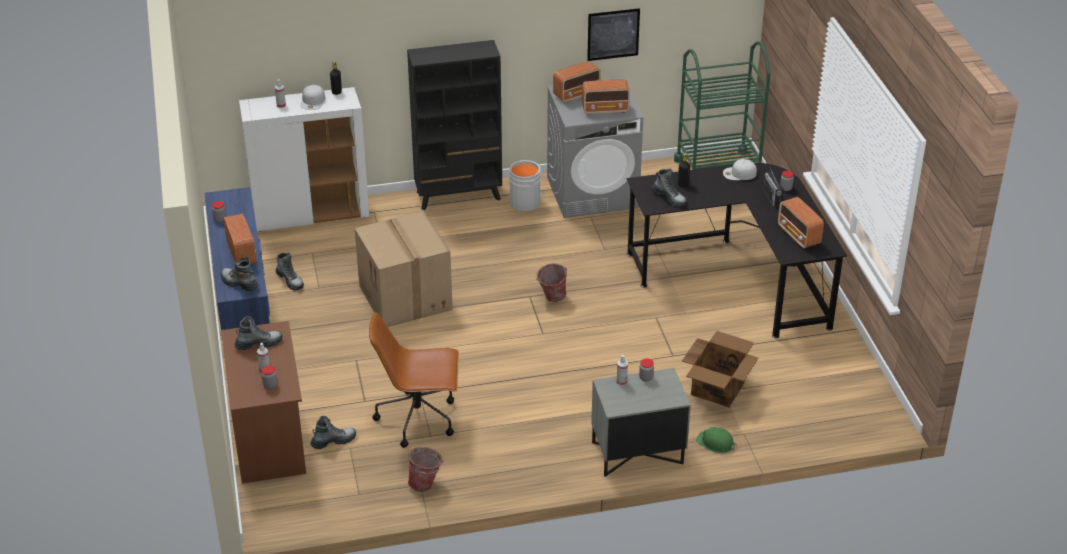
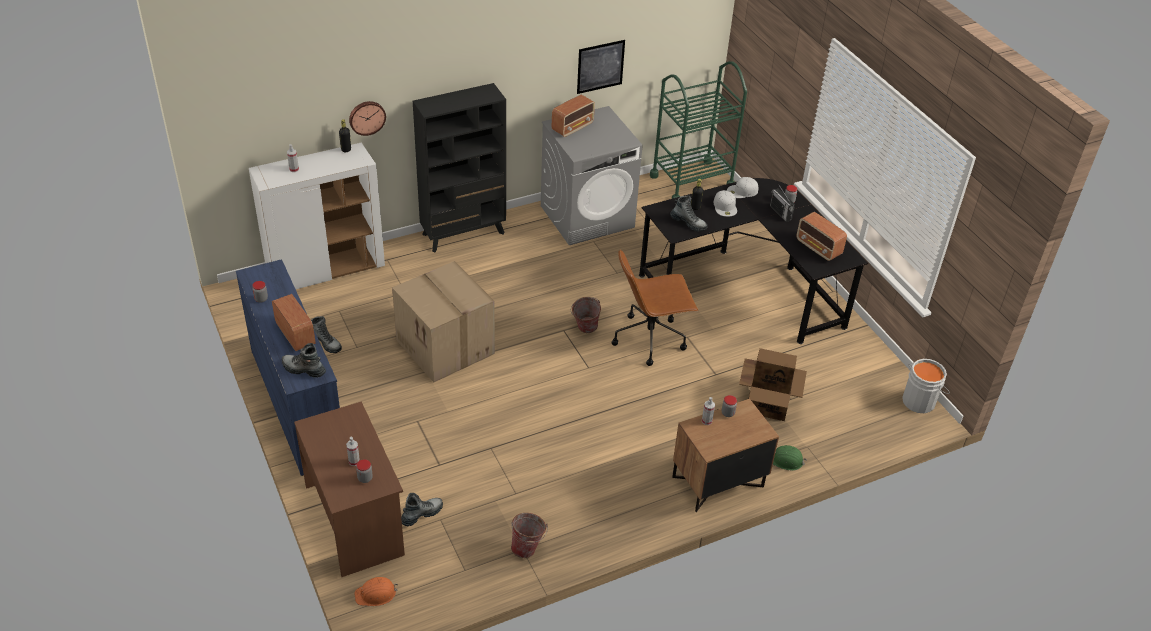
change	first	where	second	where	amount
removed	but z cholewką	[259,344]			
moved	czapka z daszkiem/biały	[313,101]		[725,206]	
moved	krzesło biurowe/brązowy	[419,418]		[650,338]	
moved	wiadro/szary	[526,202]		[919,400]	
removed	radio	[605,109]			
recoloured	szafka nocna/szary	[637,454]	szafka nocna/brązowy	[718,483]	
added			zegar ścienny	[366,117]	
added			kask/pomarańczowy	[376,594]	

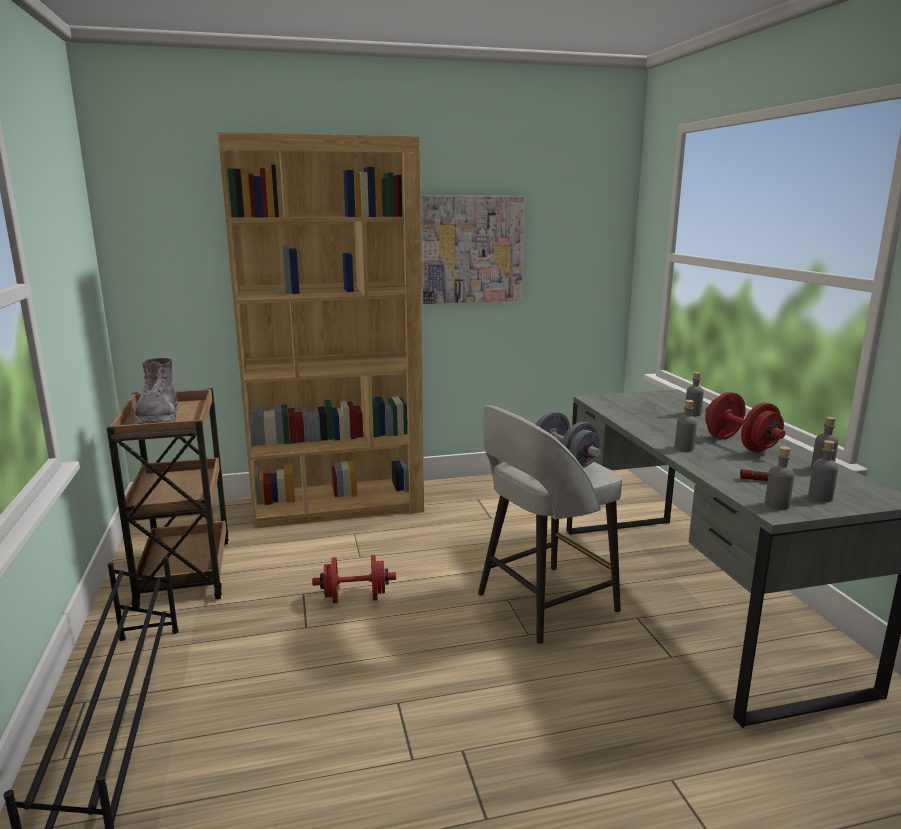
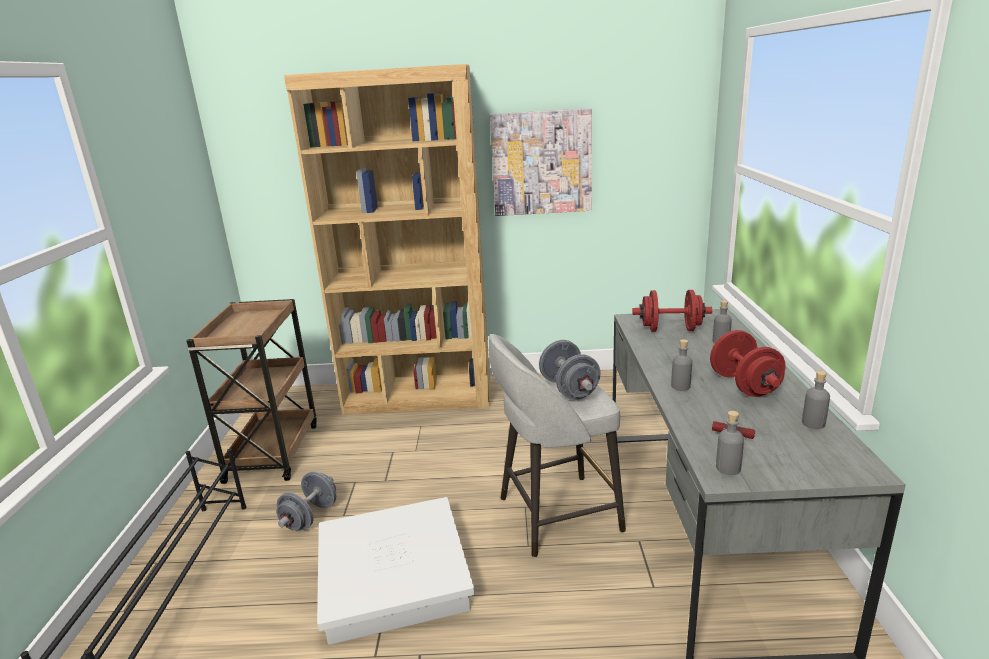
change	first	where	second	where	amount
removed	but z cholewką/szary	[159,418]			
moved	hantel/czerwony	[355,598]		[670,329]	
removed	butelka/szary	[820,497]			
added			hantel/szary	[310,517]	
added			pojemnik do przechowywania/biały	[393,576]	

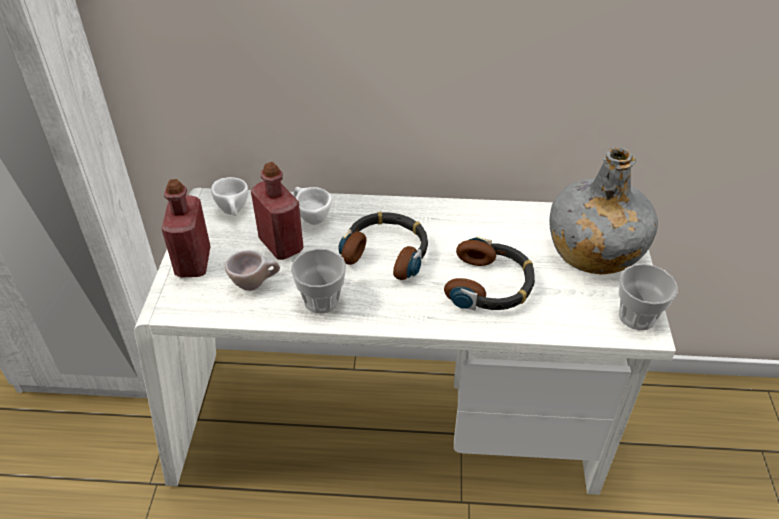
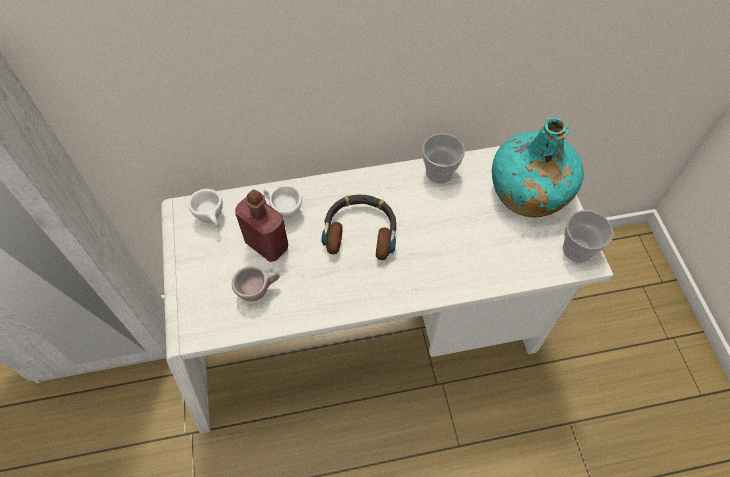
change	first	where	second	where	amount
removed	butelka/czerwony	[193,262]			
moved	filiżanka	[321,300]		[439,172]	
removed	słuchawki	[490,285]			
recoloured	butelka/szary	[593,250]	butelka/turkusowy	[528,191]	

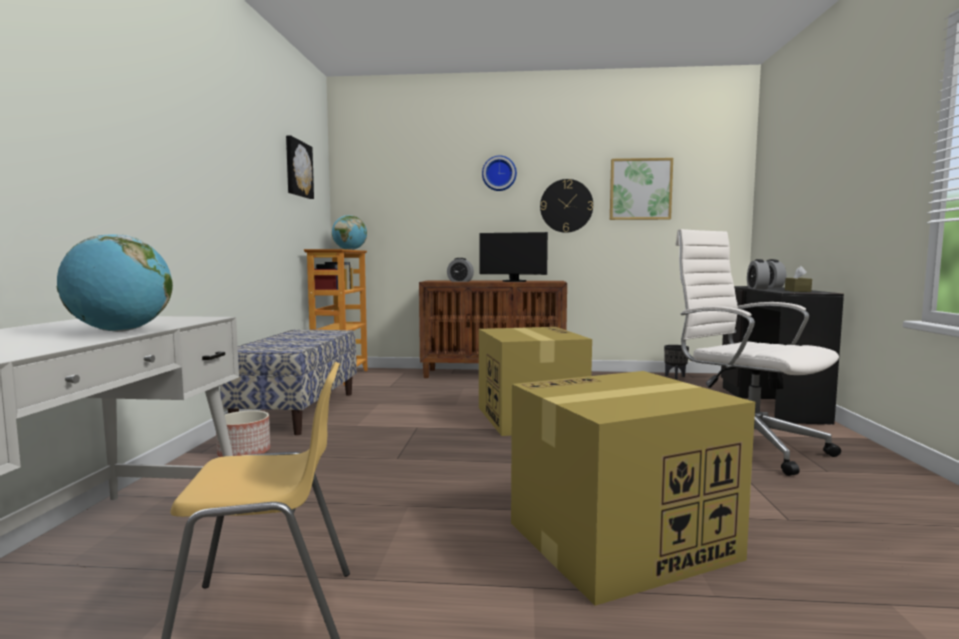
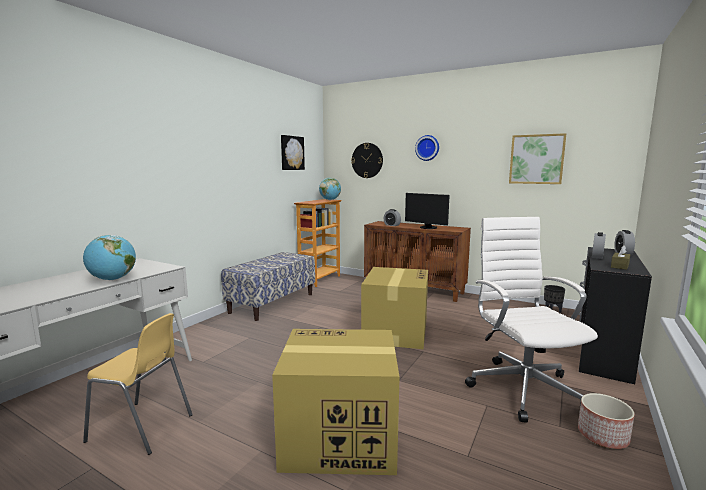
change	first	where	second	where	amount
moved	donica	[243,454]		[602,436]	
moved	zegar ścienny	[566,206]		[367,160]	

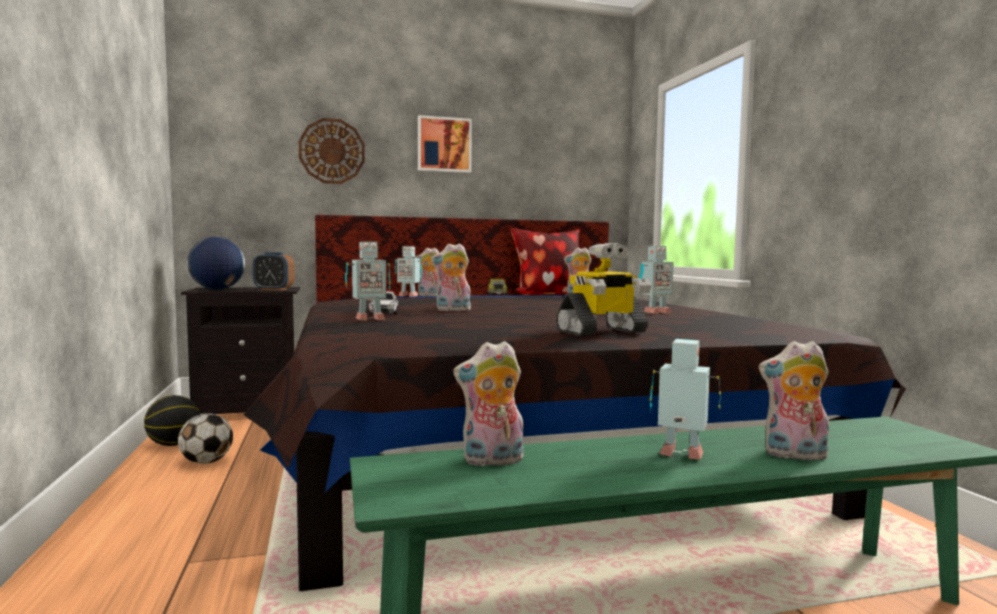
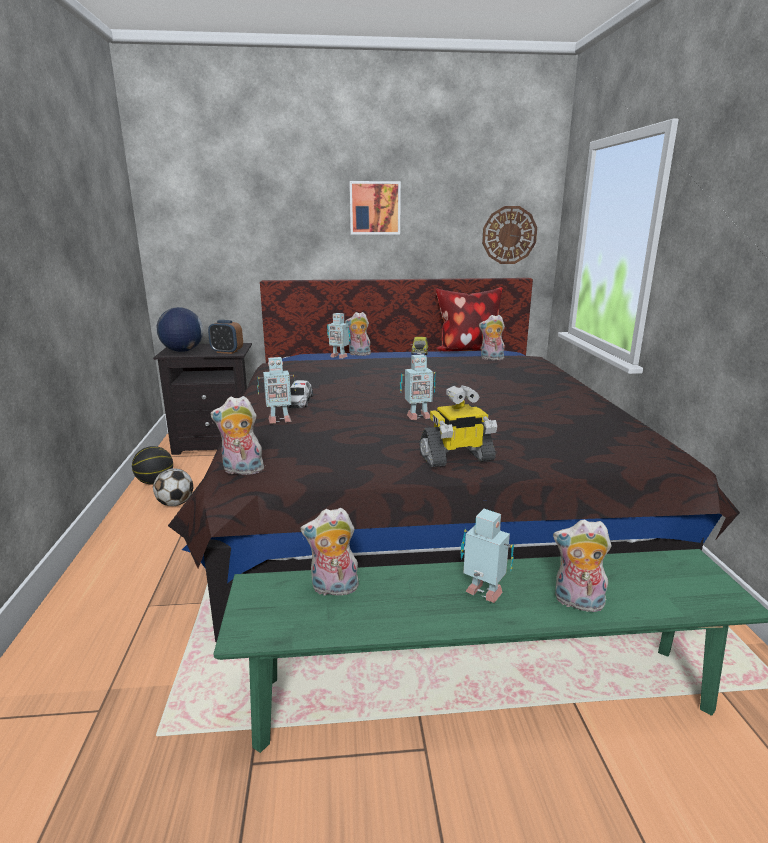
change	first	where	second	where	amount
moved	zegar ścienny	[332,151]		[509,235]	
moved	pluszak	[452,310]		[241,471]	
moved	robot zabawkowy	[655,313]		[417,416]	

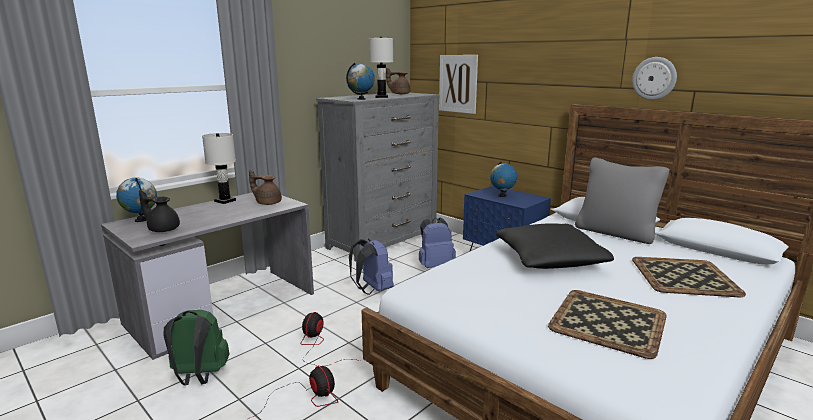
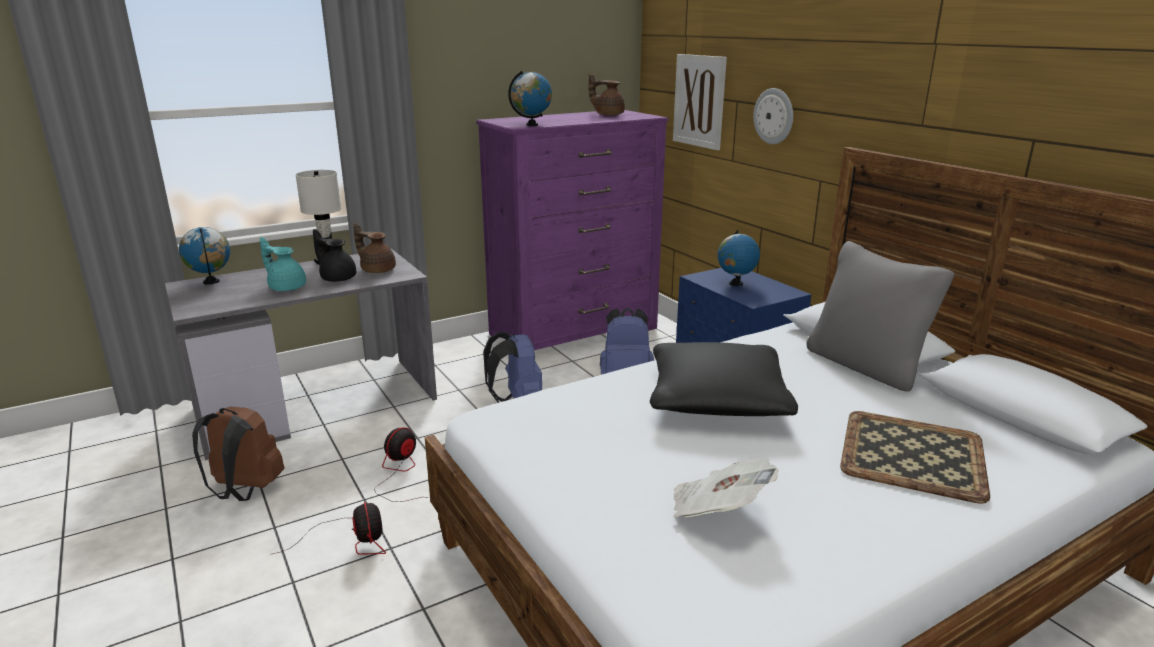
change	first	where	second	where	amount
moved	imbryk/czarny	[163,229]		[337,278]	
recoloured	plecak/zielony	[199,377]	plecak/brązowy	[244,491]	
recoloured	komoda/szary	[383,241]	komoda/fioletowy	[574,331]	
removed	lampa stołowa/biały	[381,97]			
replaced	taca	[606,322]	gazeta	[717,510]	
moved	zegar ścienny	[654,78]		[774,116]	
added			imbryk/turkusowy	[286,287]	

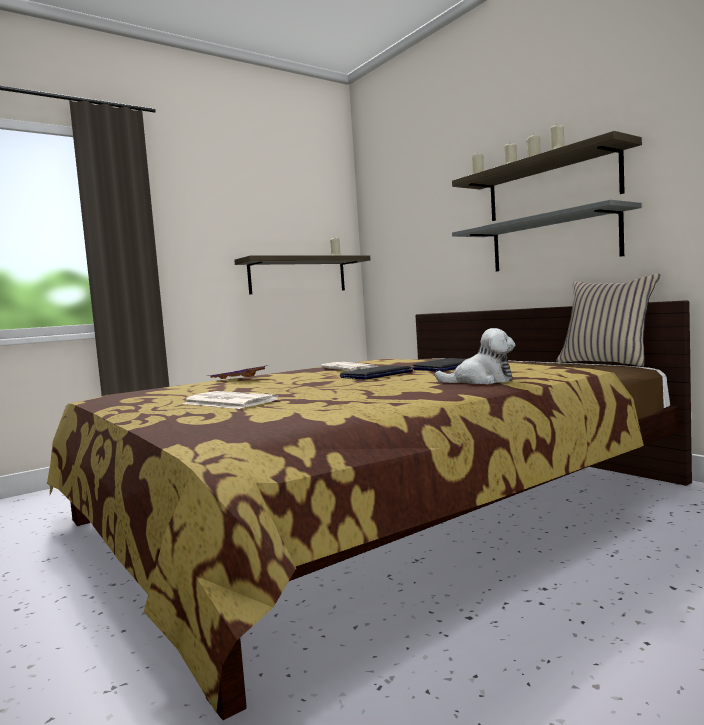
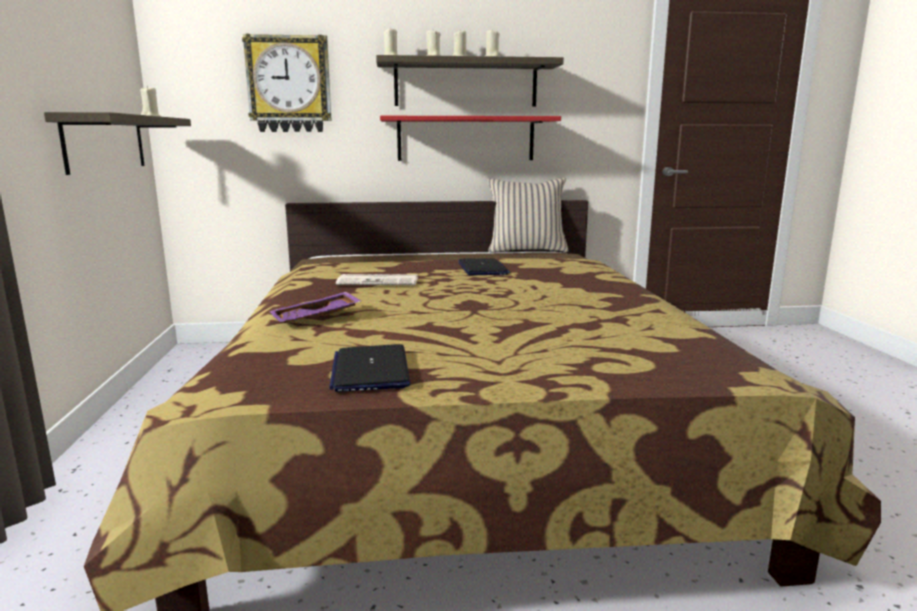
change	first	where	second	where	amount
removed	gazeta	[228,402]			
moved	laptop	[376,375]		[370,370]	
removed	pluszak	[481,381]			
recoloured	półka/szary	[553,242]	półka/czerwony	[466,139]	
added			zegar ścienny	[289,84]	

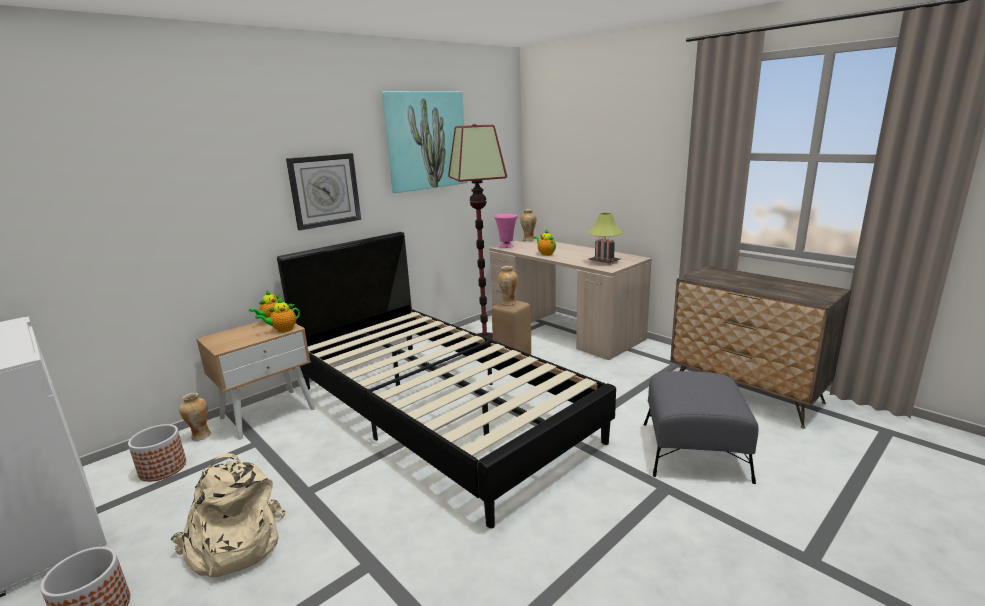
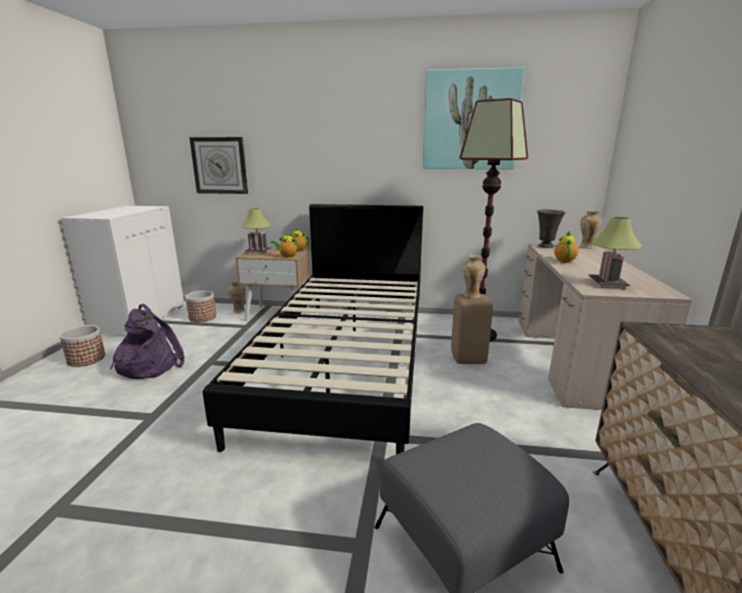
change	first	where	second	where	amount
recoloured	plecak/beżowy	[233,545]	plecak/fioletowy	[149,365]	
moved	zegar ścienny	[324,190]		[220,165]	
recoloured	wazon/różowy	[507,246]	wazon/szary	[546,246]	
added			lampa stołowa	[258,252]	

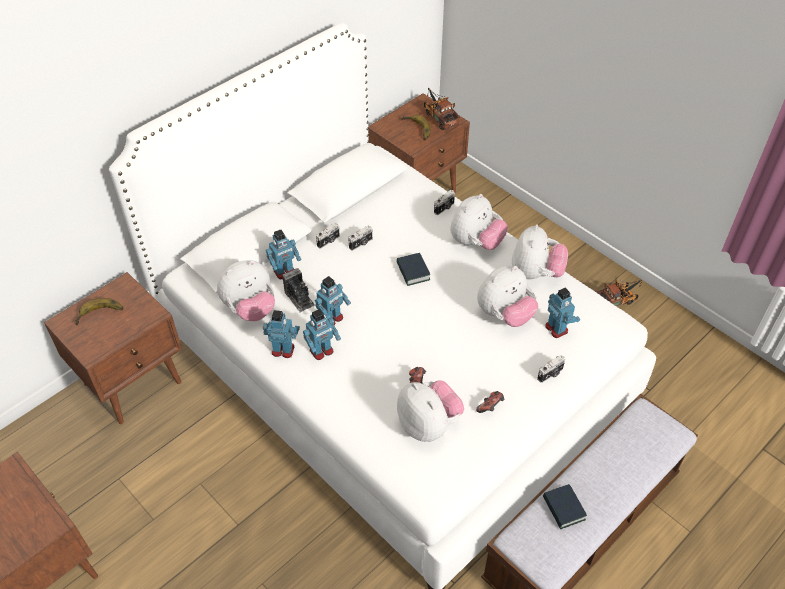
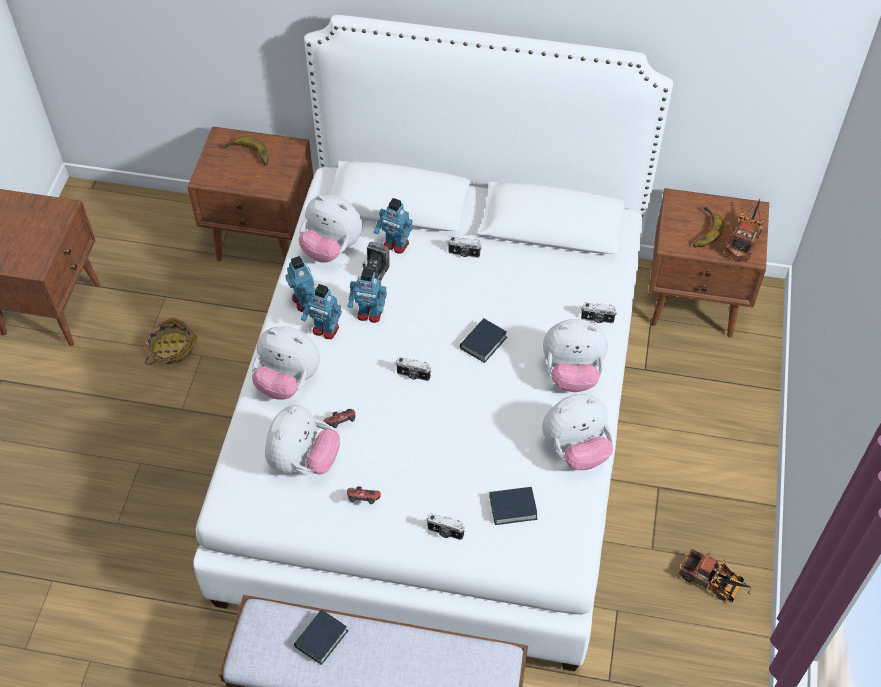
change	first	where	second	where	amount
moved	aparat fotograficzny	[361,244]		[413,375]	
moved	pluszak	[504,314]		[287,381]	
replaced	robot zabawkowy	[557,328]	książka	[512,507]	
added			koszyk	[171,348]	

